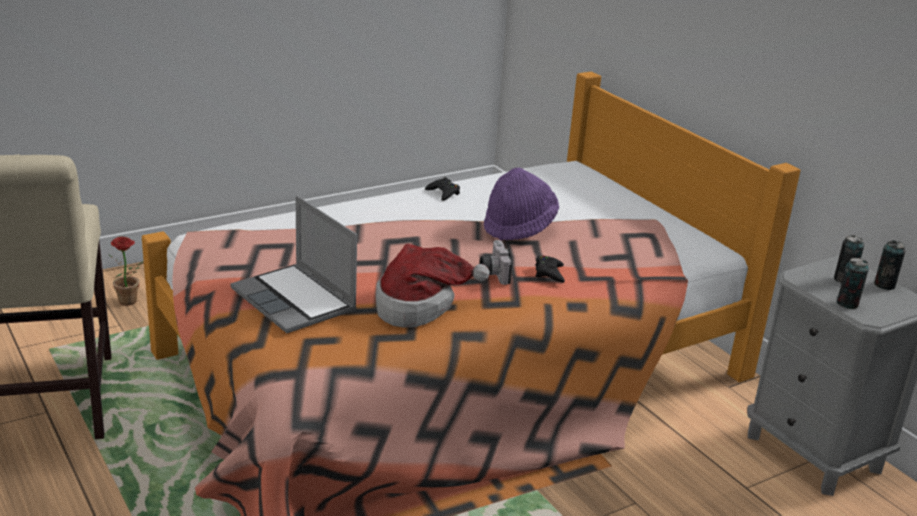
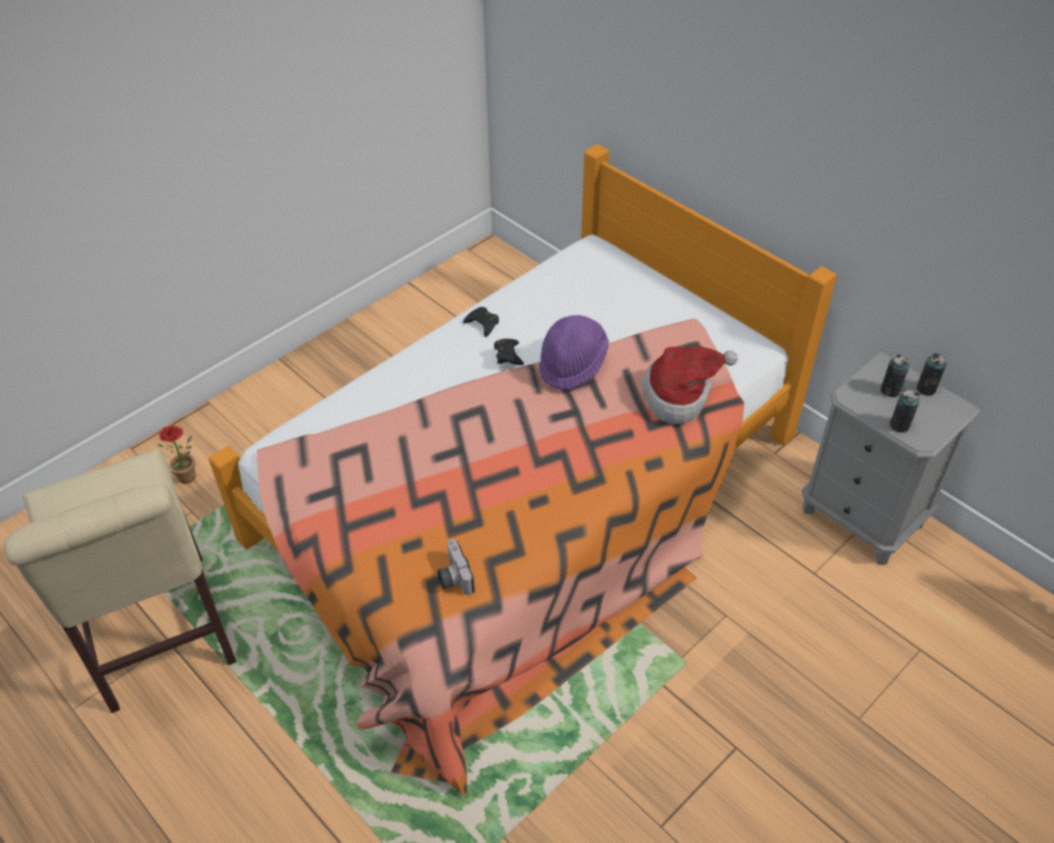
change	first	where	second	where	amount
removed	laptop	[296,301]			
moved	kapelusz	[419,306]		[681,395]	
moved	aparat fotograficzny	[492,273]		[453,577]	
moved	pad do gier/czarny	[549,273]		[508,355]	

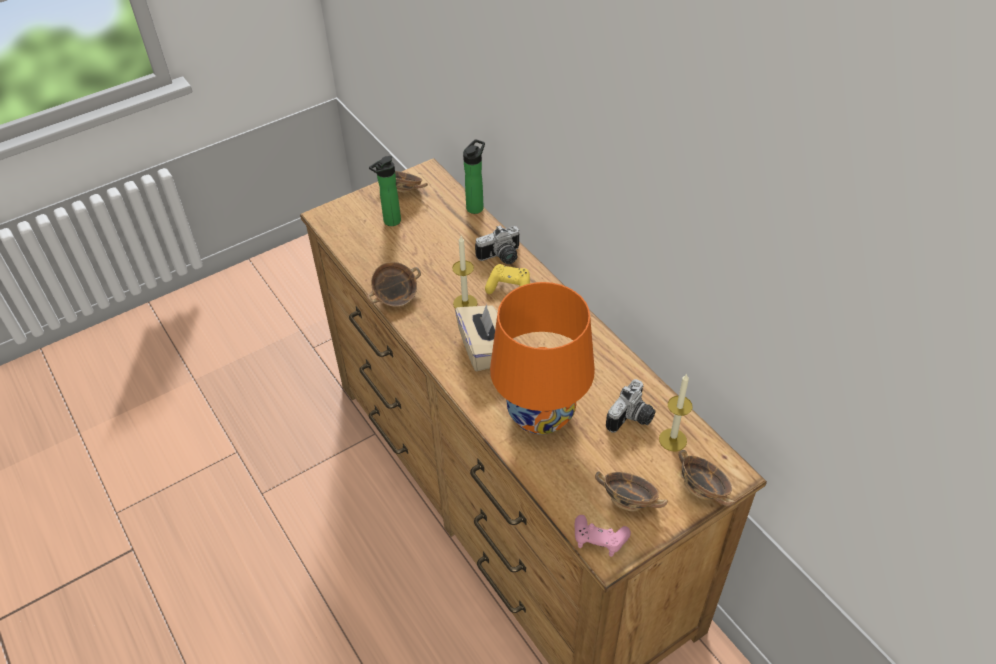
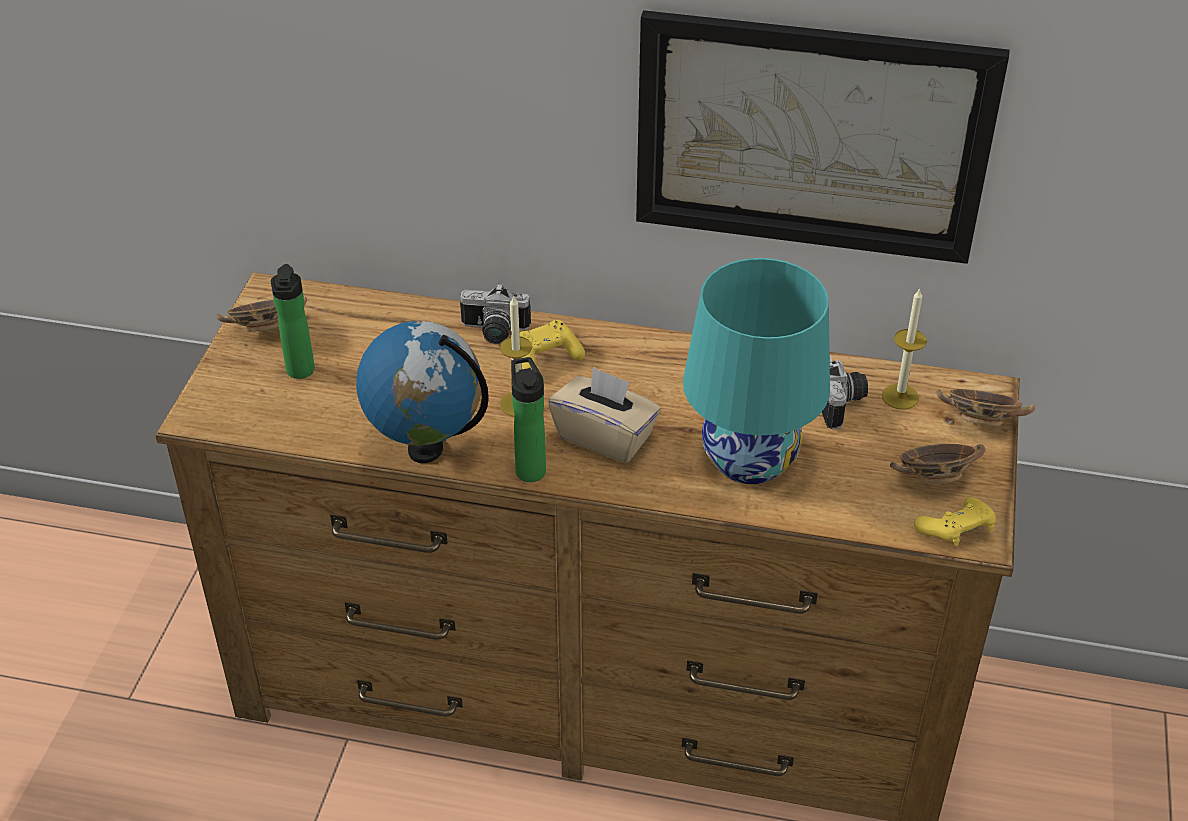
change	first	where	second	where	amount
replaced	miska	[396,297]	globus	[426,449]	
moved	butelka	[476,206]		[529,468]	
turned	aparat fotograficzny	[501,257]		[494,332]	75 degrees clockwise
recoloured	lampa stołowa/pomarańczowy	[541,414]	lampa stołowa/turkusowy	[750,459]	
recoloured	pad do gier/różowy	[599,541]	pad do gier/żółty	[956,532]	
added			obraz	[811,137]	

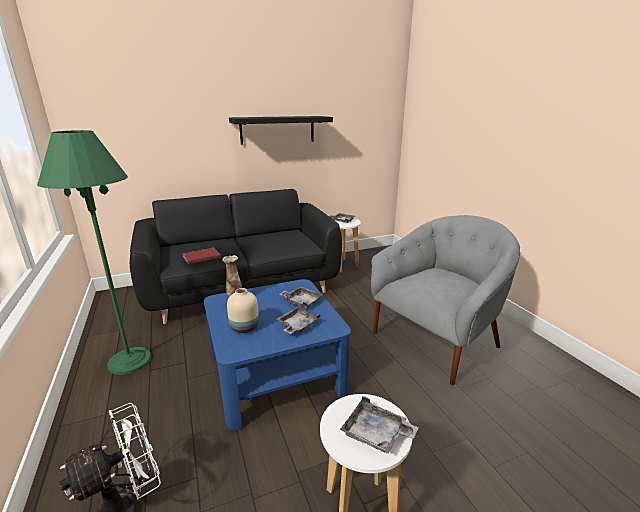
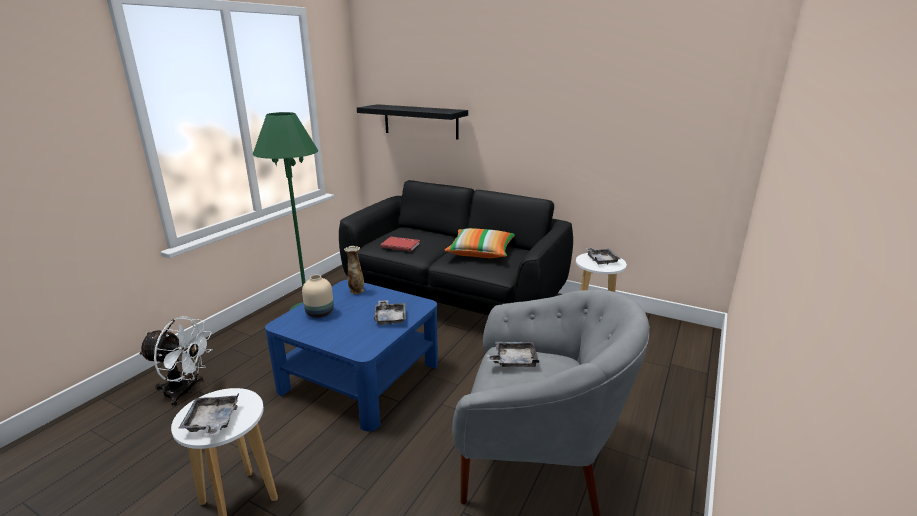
change	first	where	second	where	amount
moved	półka/czarny	[277,129]		[420,121]	
moved	taca/szary	[297,325]		[513,360]	
added			poduszka	[481,252]	

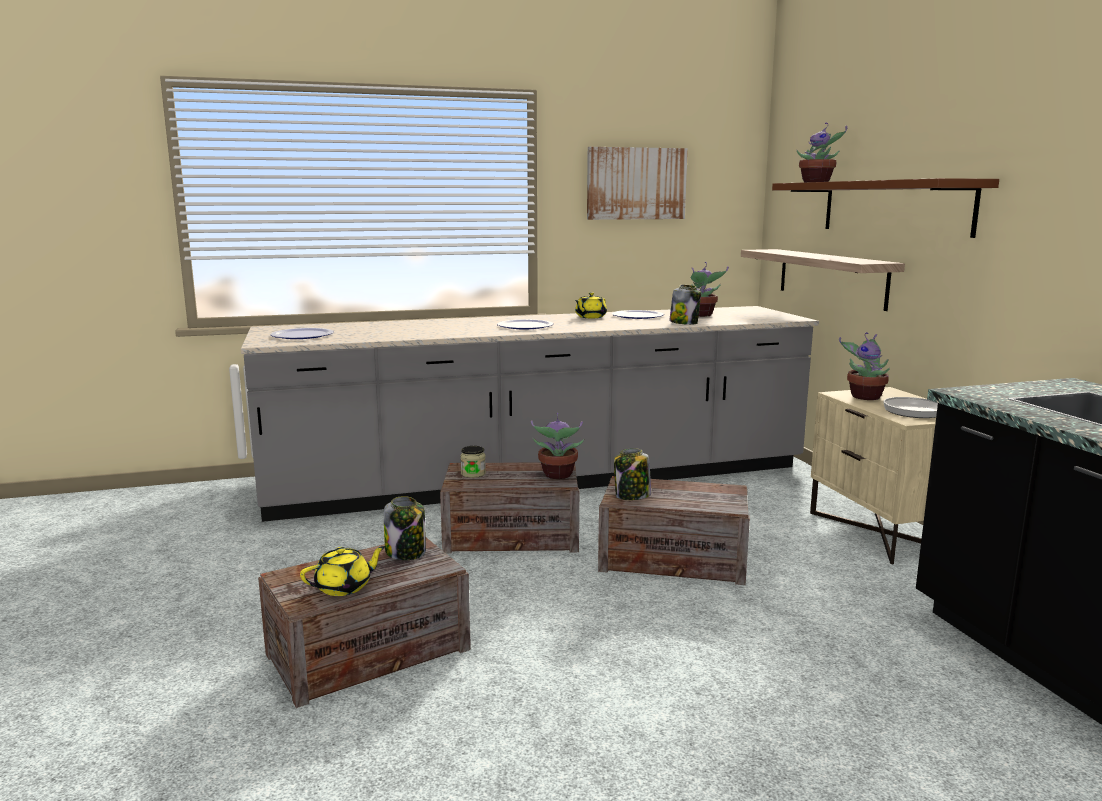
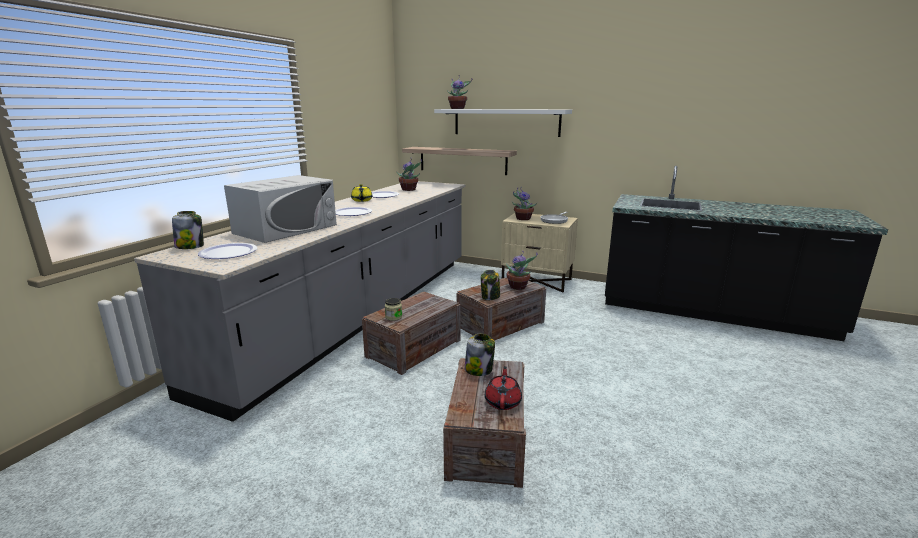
change	first	where	second	where	amount
recoloured	imbryk/żółty	[344,587]	imbryk/czerwony	[503,401]	
moved	roślina doniczkowa	[557,475]		[518,287]	
removed	obraz	[636,183]			
moved	słoik	[684,323]		[190,246]	
recoloured	półka/brązowy	[894,207]	półka/biały	[506,122]	
added			mikrofalówka/biały	[286,229]	

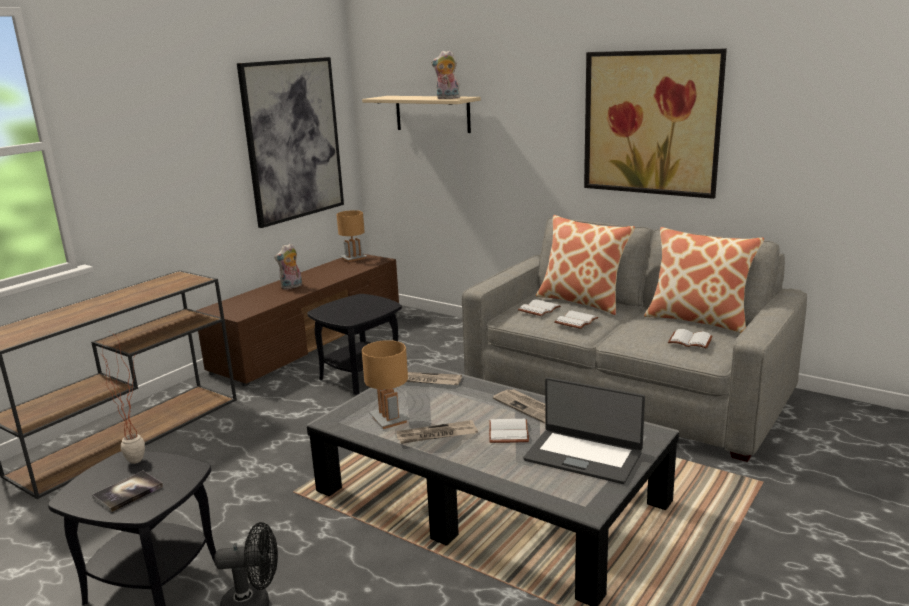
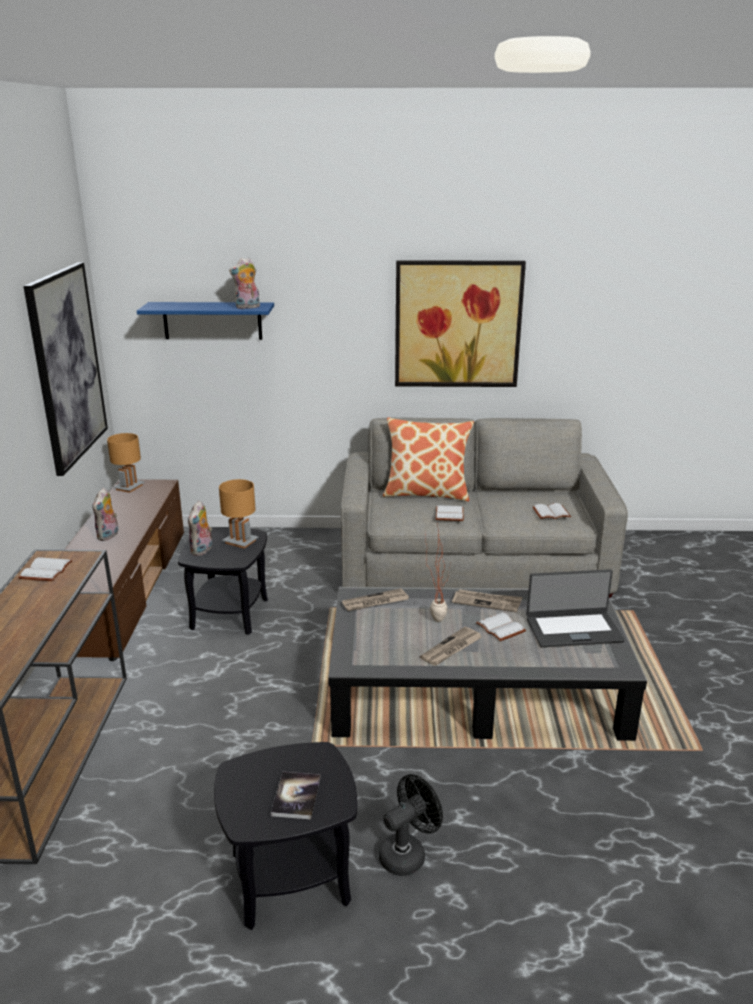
change	first	where	second	where	amount
moved	roślina doniczkowa	[140,457]		[435,617]	
recoloured	półka/beżowy	[432,113]	półka/niebieski	[212,320]	
moved	lampa stołowa/brązowy	[389,419]		[240,541]	
moved	książka/biały	[538,309]		[45,570]	
removed	poduszka	[698,320]			
added			pluszak	[202,550]	

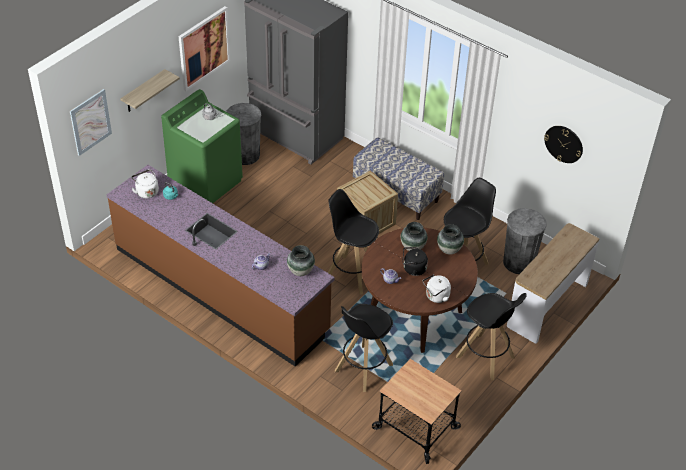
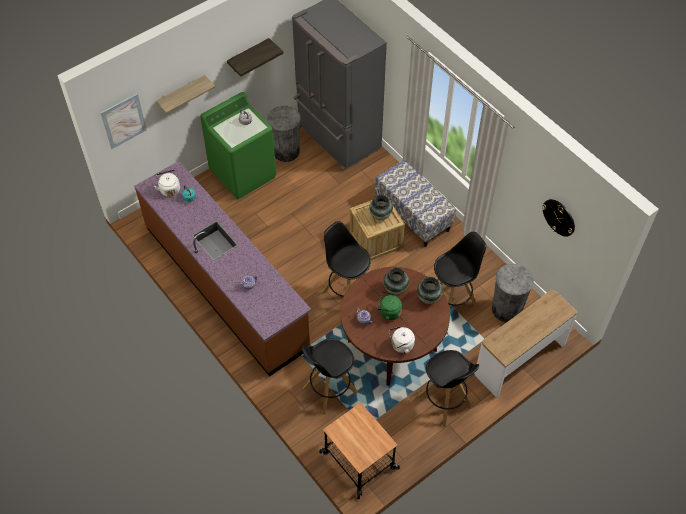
change	first	where	second	where	amount
replaced	obraz	[204,48]	półka	[248,56]	
moved	wazon	[300,271]		[380,215]	
recoloured	czajnik/czarny	[413,269]	czajnik/zielony	[388,312]	

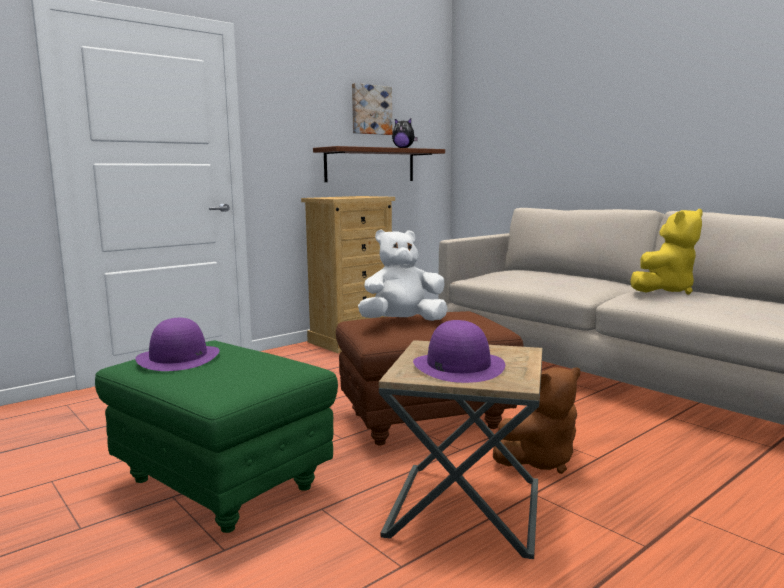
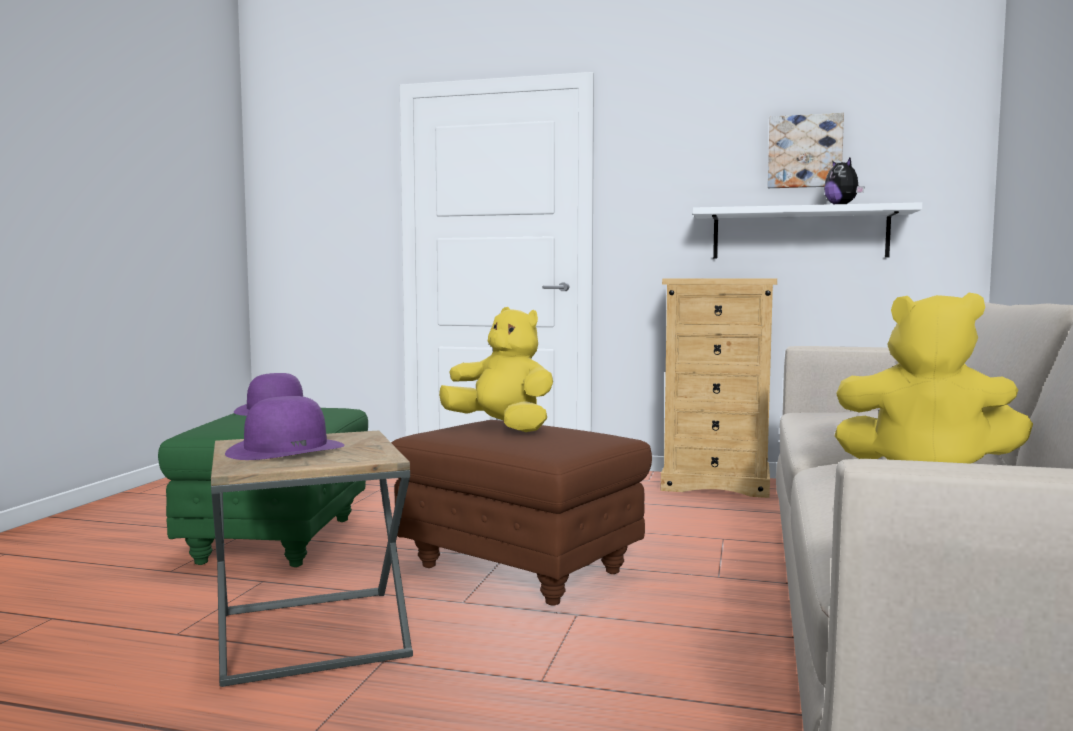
change	first	where	second	where	amount
recoloured	półka/brązowy	[370,165]	półka/biały	[799,234]	
recoloured	pluszak/biały	[402,322]	pluszak/żółty	[502,427]	
removed	pluszak/brązowy	[539,461]			

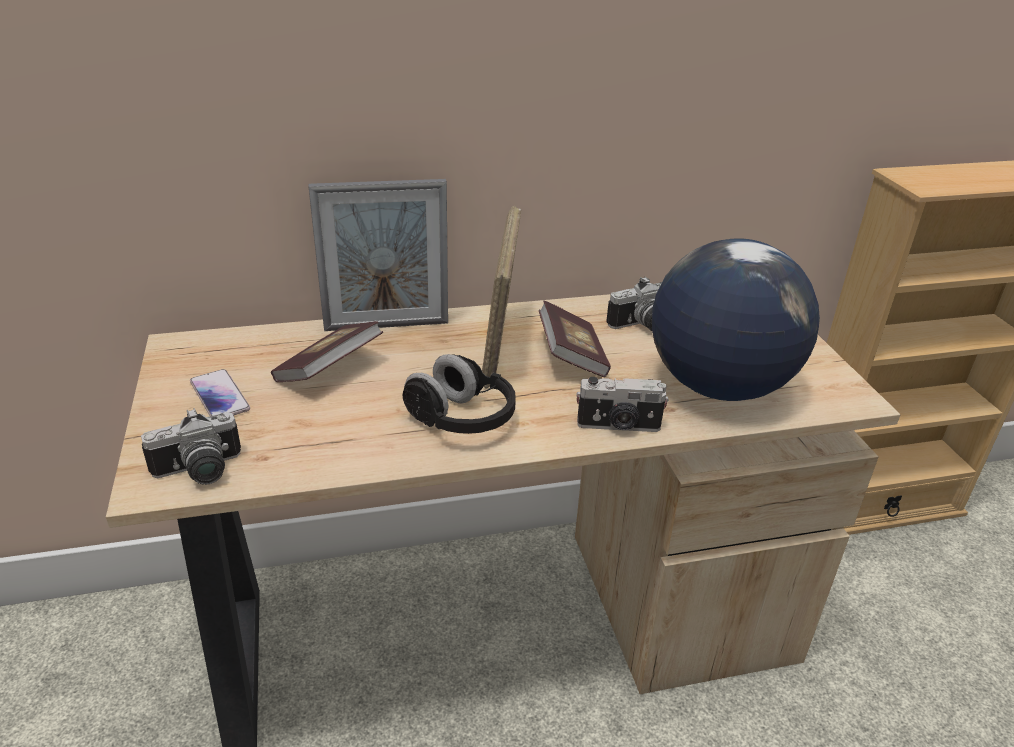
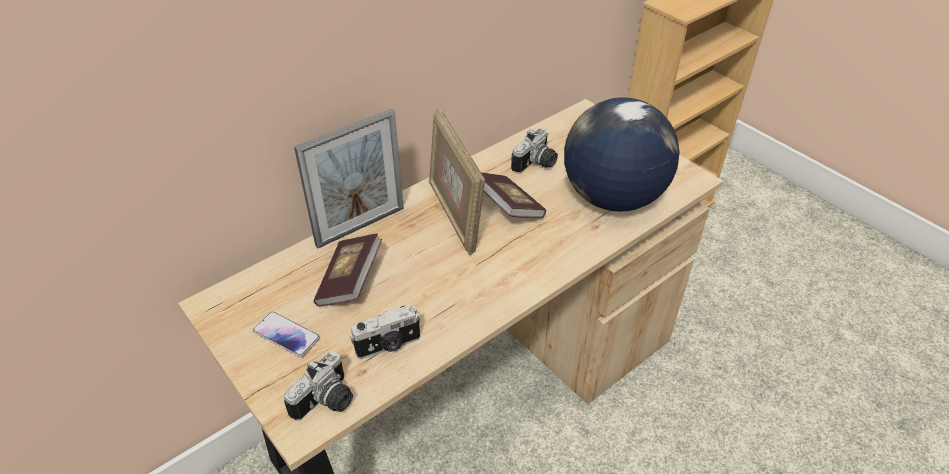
change	first	where	second	where	amount
removed	słuchawki/czarny	[461,419]			
moved	aparat fotograficzny	[618,426]		[388,346]	

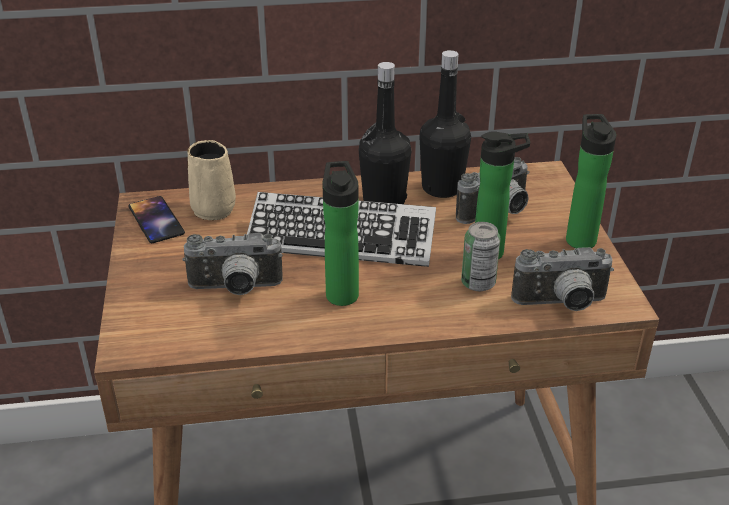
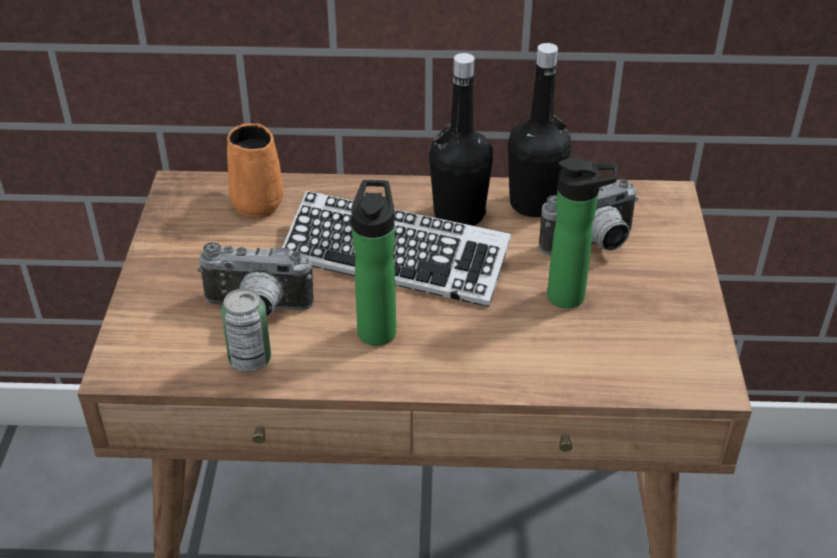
change	first	where	second	where	amount
removed	telefon	[156,220]			
recoloured	kubek/beżowy	[212,208]	kubek/pomarańczowy	[257,202]	
moved	puszka	[478,283]		[250,360]	
removed	aparat fotograficzny	[561,304]			
removed	butelka	[579,238]			

